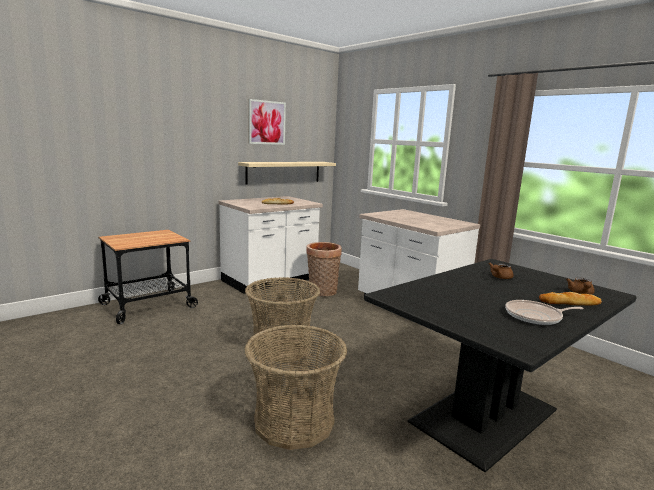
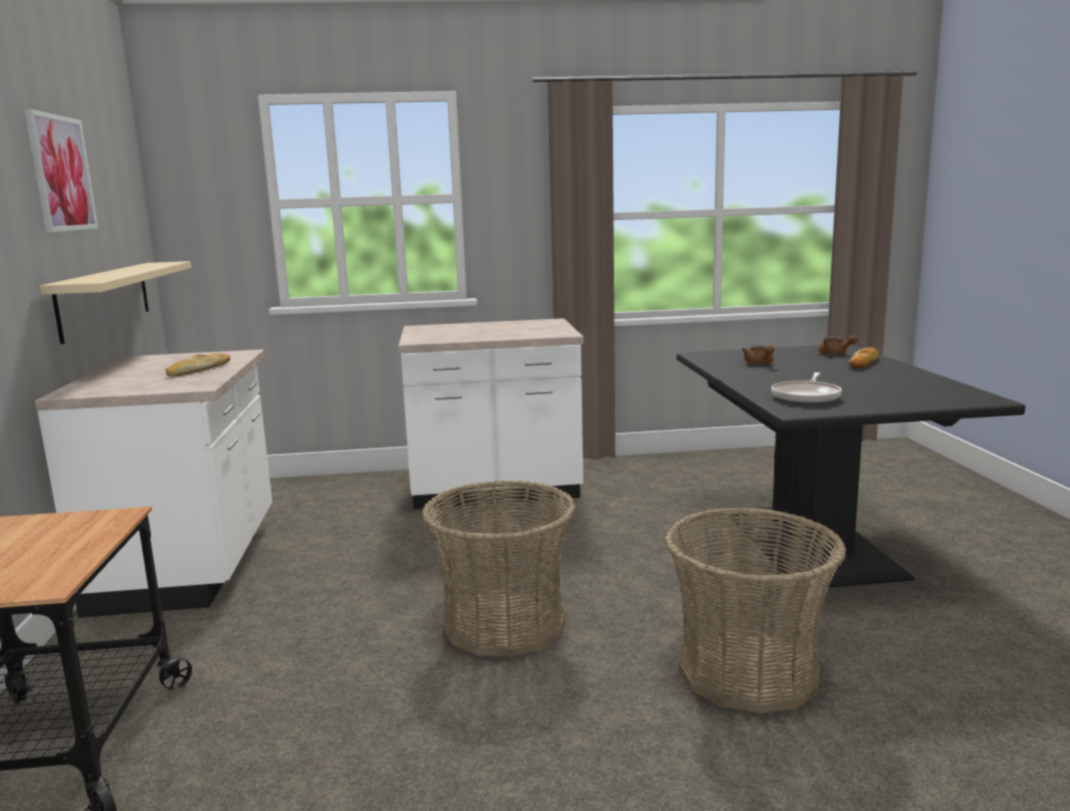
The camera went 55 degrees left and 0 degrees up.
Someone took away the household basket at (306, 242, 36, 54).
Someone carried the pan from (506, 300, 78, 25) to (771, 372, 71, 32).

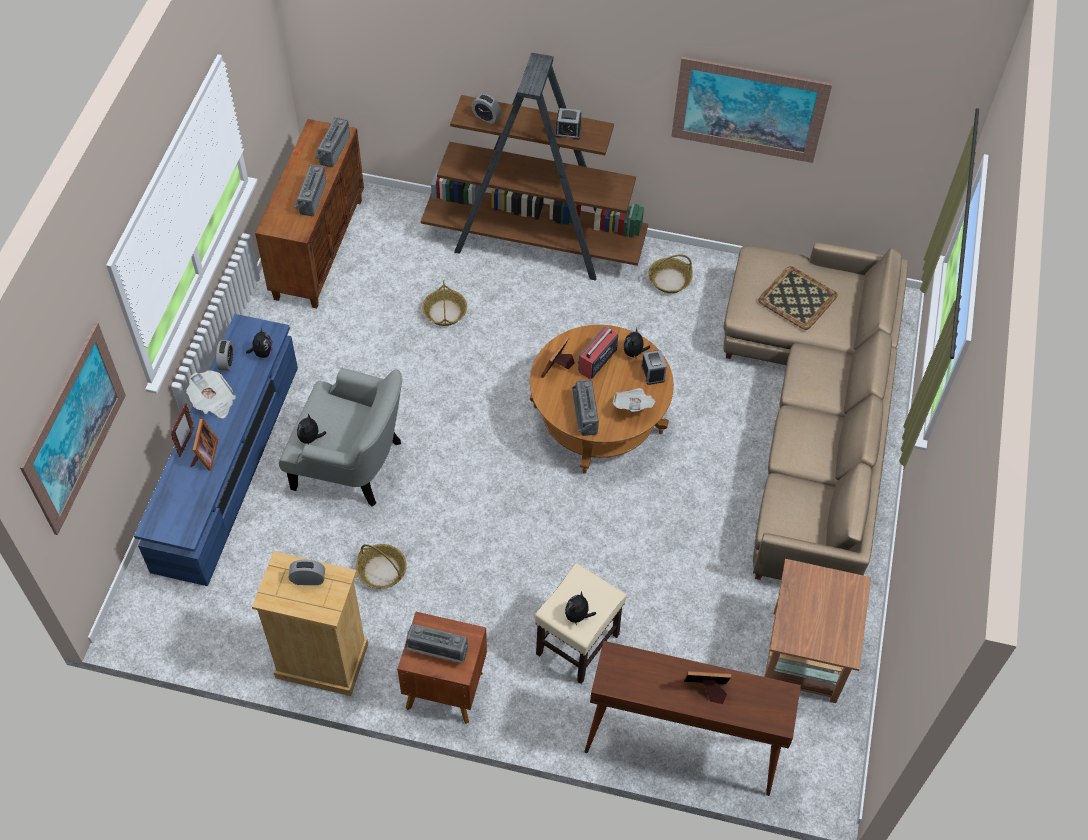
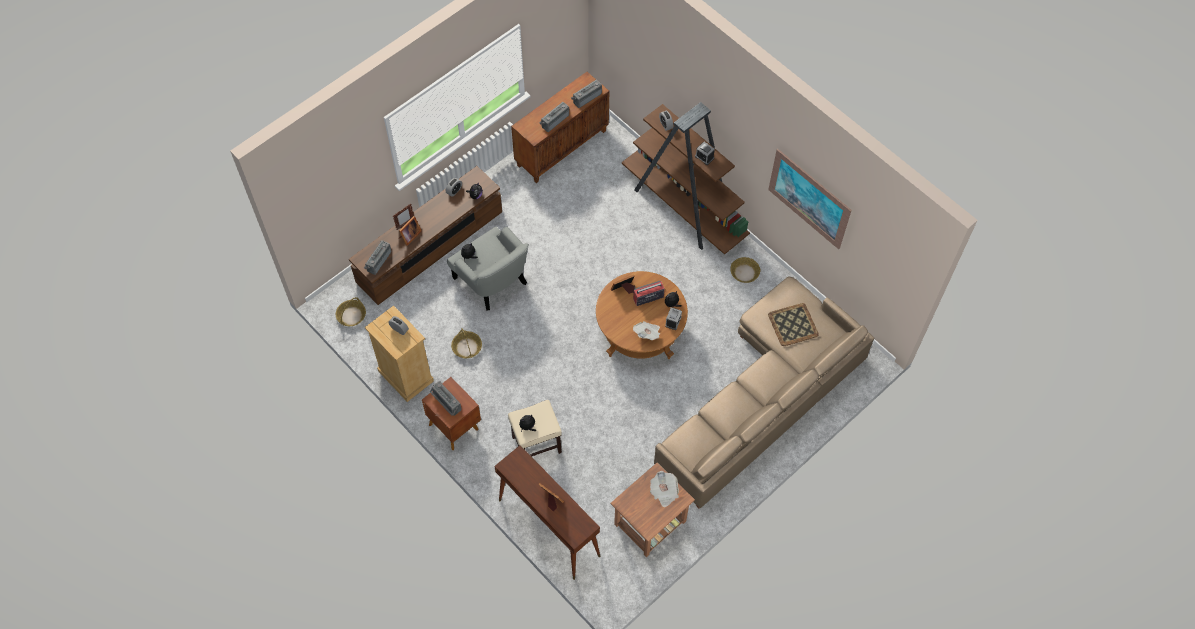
The camera went 35 degrees right and 5 degrees up.
Someone took away the wall picture at (20, 322, 106, 213).
Someone carried the daily paper from (186, 370, 50, 48) to (650, 471, 29, 36).
Someone carried the household basket from (422, 280, 45, 46) to (336, 297, 30, 29).
Someone carried the radio from (571, 380, 28, 56) to (364, 240, 27, 35).
Someone repainted the blue-coloured tv stand at (134, 314, 164, 272), which became the brown tv stand at (349, 166, 153, 139).

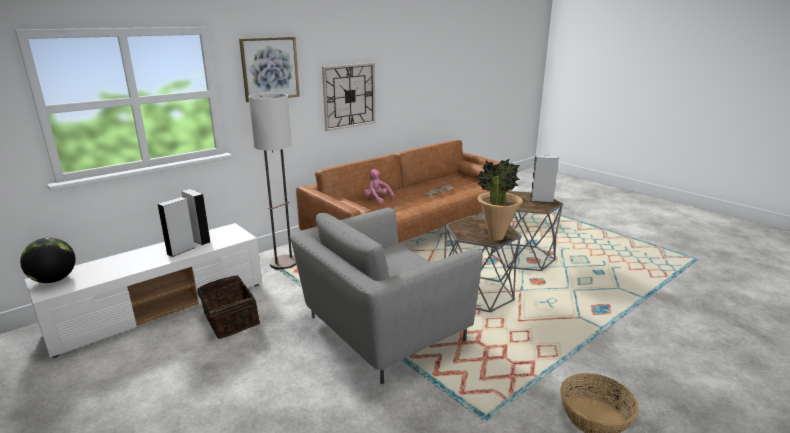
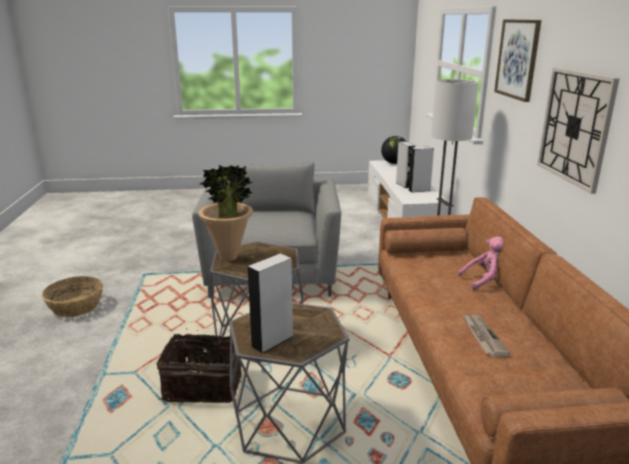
The camera went 125 degrees right and 0 degrees up.
Someone carried the household basket from (196, 275, 64, 64) to (156, 328, 86, 75).

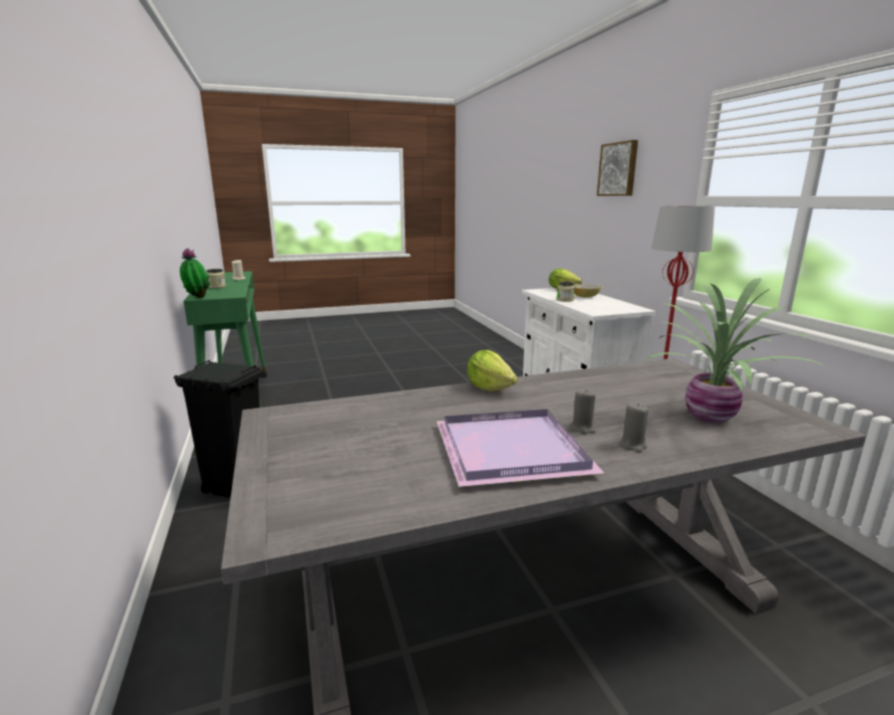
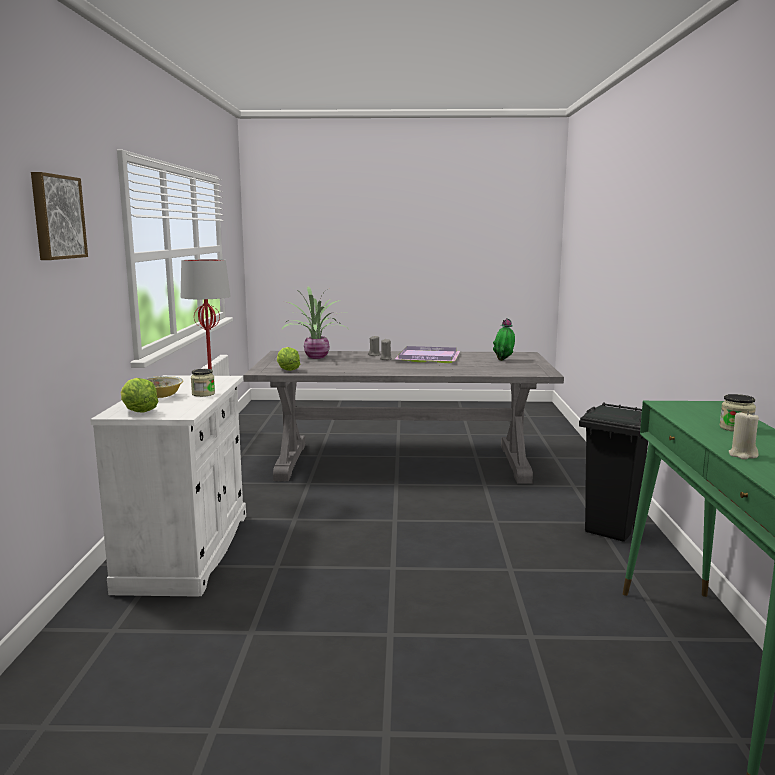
The camera went 160 degrees left and 5 degrees down.
Someone carried the potted plant from (180, 248, 30, 50) to (493, 318, 22, 43).
Someone carried the head of lettuce from (467, 350, 51, 41) to (277, 347, 23, 24).

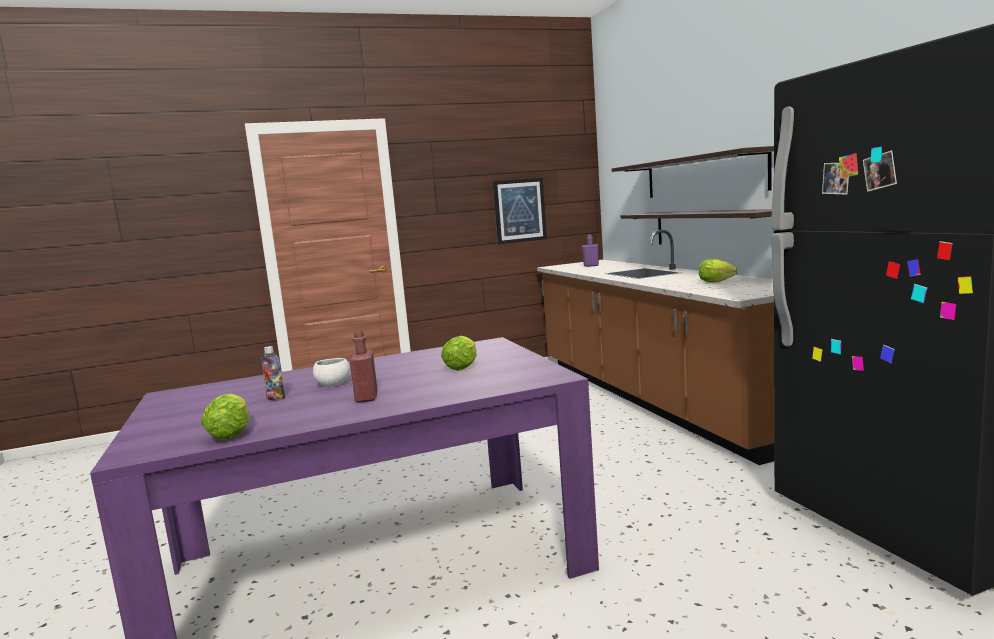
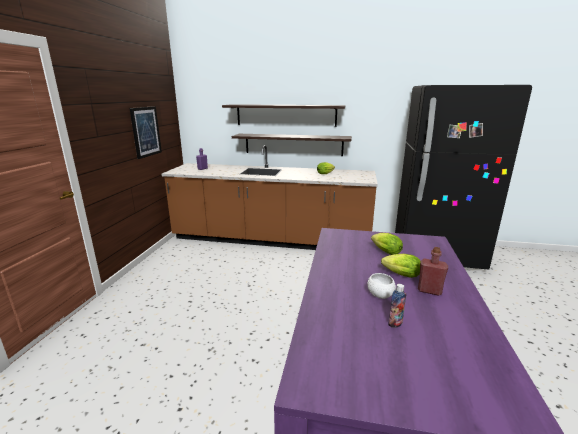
The camera went 60 degrees left and 10 degrees up.
Someone carried the head of lettuce from (201, 394, 49, 46) to (381, 254, 40, 24).

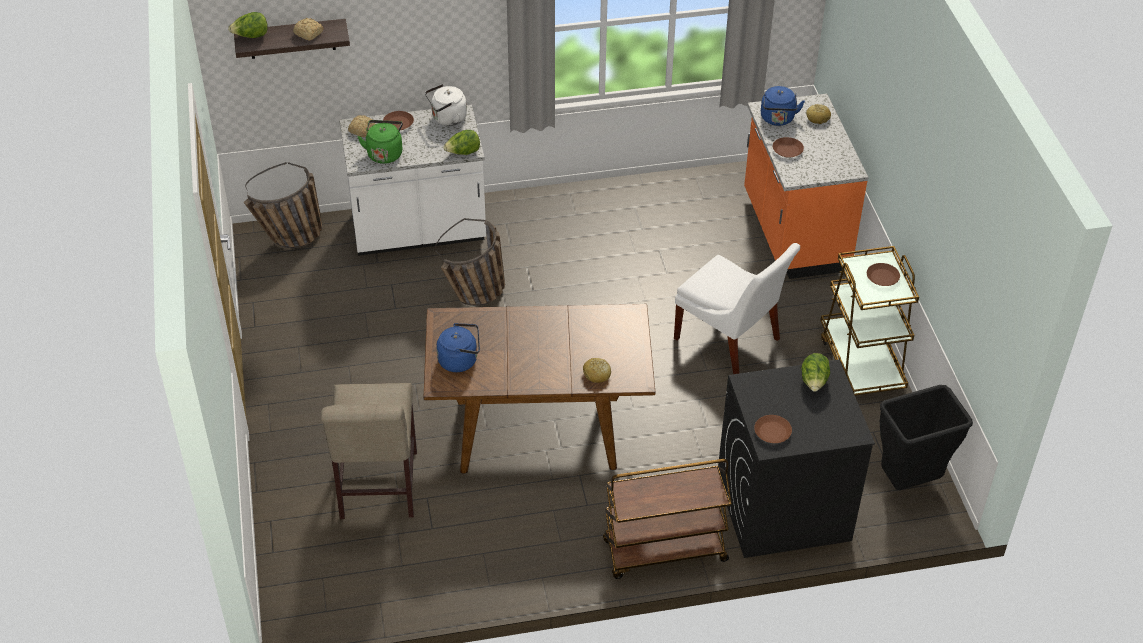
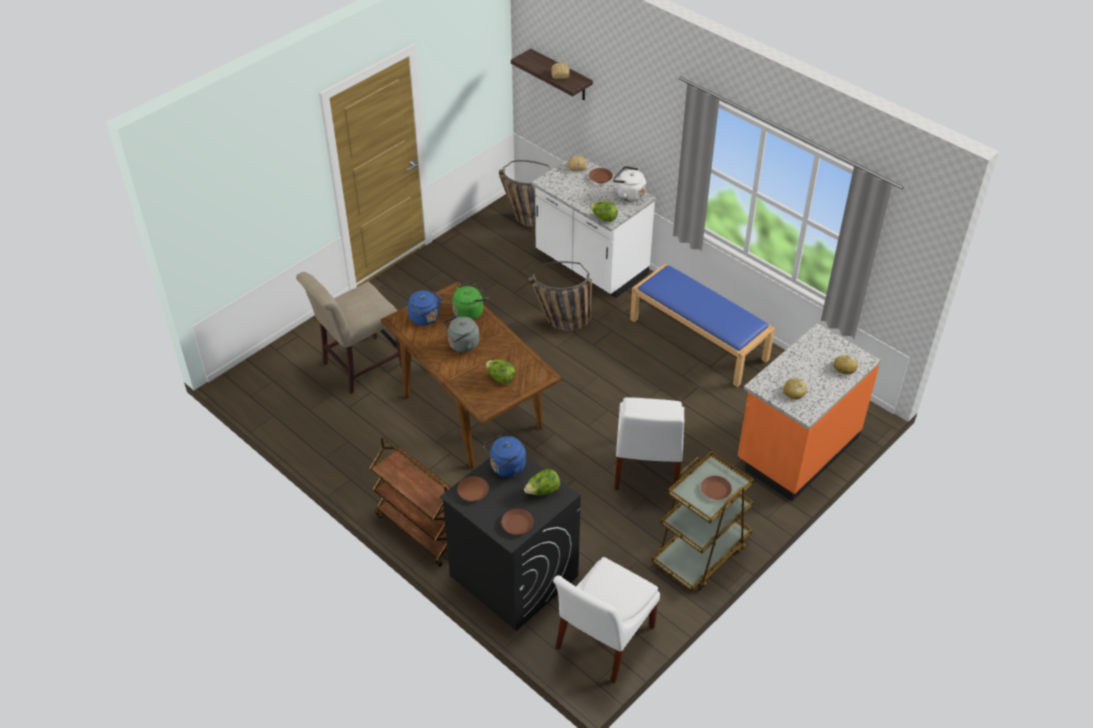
The camera went 55 degrees right and 0 degrees up.
Someone put down the gray water kettle at (442, 315, 37, 37).
Someone put down the blue-coloured indoor bench at (630, 263, 145, 124).
Someone carried the head of lettuce from (228, 12, 40, 26) to (486, 360, 29, 24).
Someone carried the green water kettle from (358, 120, 45, 44) to (452, 282, 36, 38).
Someone carried the bakery bread from (583, 358, 28, 25) to (783, 378, 24, 22).
Someone carried the blue-coloured water kettle from (761, 86, 44, 40) to (483, 435, 43, 42).
Someone carried the brown flat dish from (773, 137, 31, 21) to (501, 509, 33, 26).
Someone swapped the black trash can at (880, 385, 93, 105) for the white-coloured upright chair at (553, 557, 107, 126).

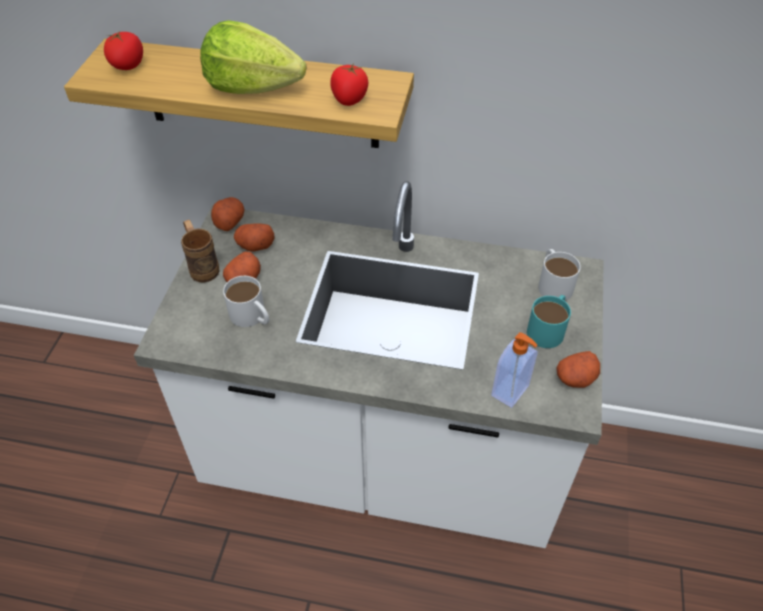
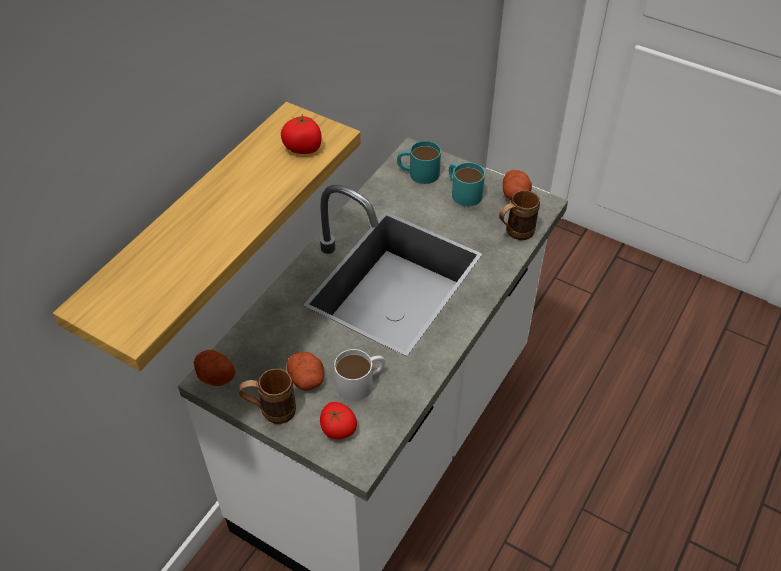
The camera went 70 degrees left and 0 degrees up.
Someone took away the head of lettuce at (200, 20, 106, 74).
Someone took away the whole potato at (234, 223, 40, 29).
Someone carried the tomato from (104, 31, 39, 39) to (320, 402, 37, 37).
Someone swapped the liquid soap bottle at (491, 332, 47, 76) for the brown mug at (499, 190, 41, 50).
Someone repainted the white-coloured mug at (538, 249, 43, 52), which became the turquoise-coloured mug at (397, 141, 44, 43).

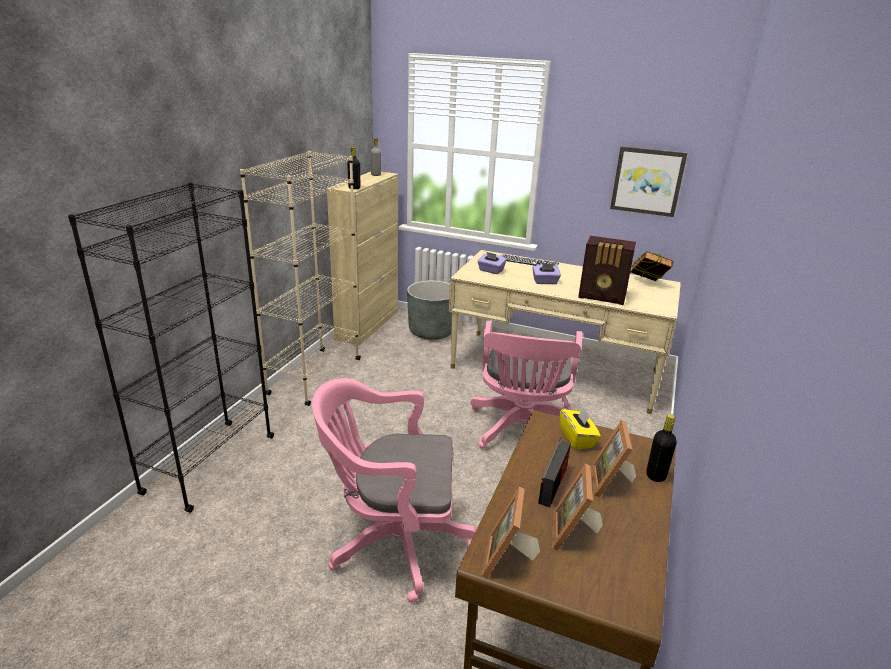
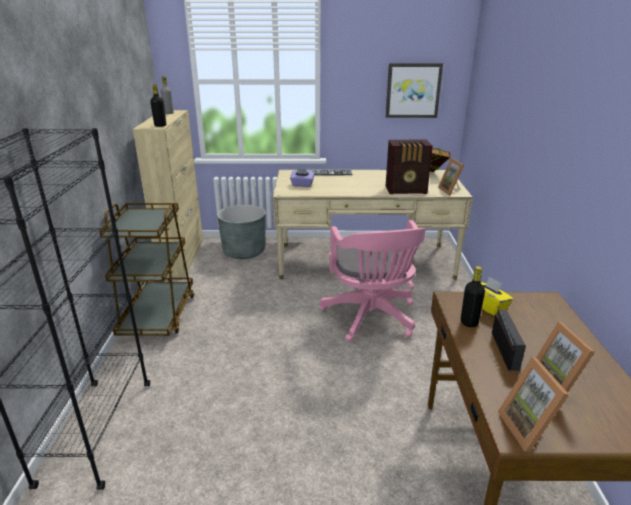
The camera went 20 degrees left and 0 degrees up.
Someone took away the pinkish computer chair at (312, 378, 164, 225).
Someone took away the purplish tissue box at (532, 264, 29, 20).
Someone carried the picture frame from (591, 420, 45, 77) to (438, 158, 26, 37).
Someone carried the black beverage bottle from (646, 414, 31, 68) to (461, 266, 24, 61).
Someone swapped the sand-coloured shelving unit at (240, 151, 121, 255) for the brown wheeled cart at (99, 203, 95, 133).

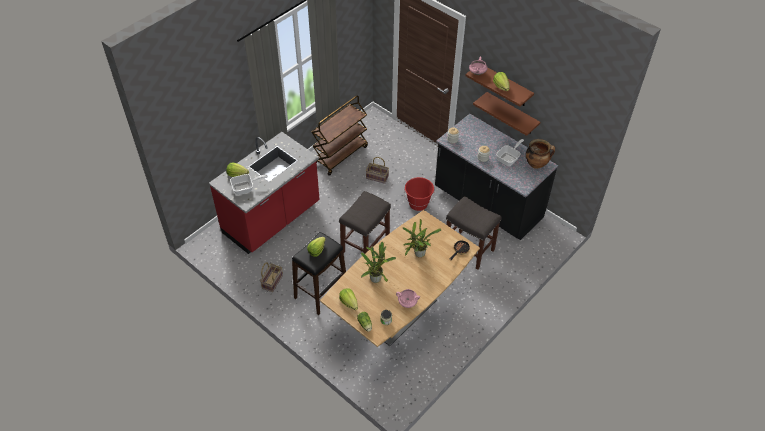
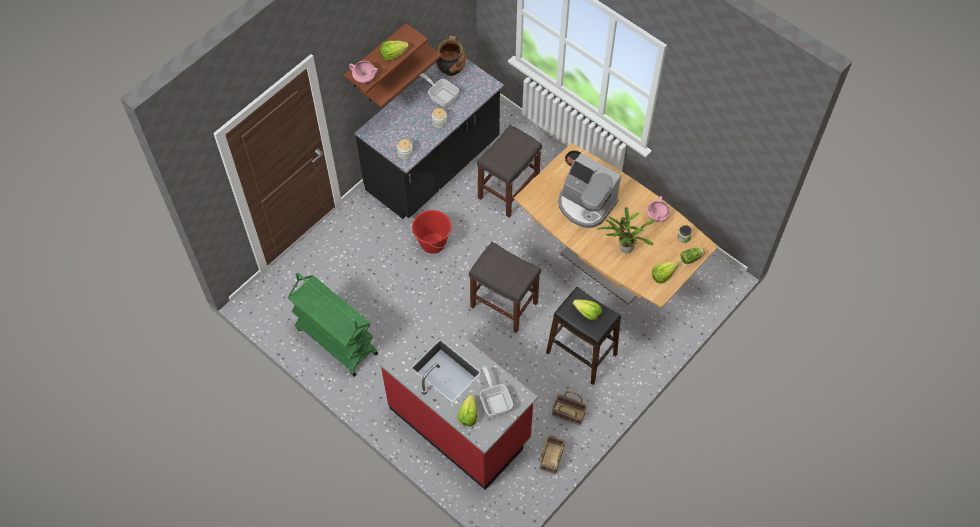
The camera went 90 degrees left and 10 degrees up.
Someone carried the household basket from (366, 157, 23, 27) to (540, 435, 26, 39).
Someone swapped the potted plant at (403, 219, 38, 38) for the coffee machine at (558, 153, 63, 75).
Someone repainted the brown wheeled cart at (312, 95, 56, 81), which became the green wheeled cart at (287, 273, 91, 104).

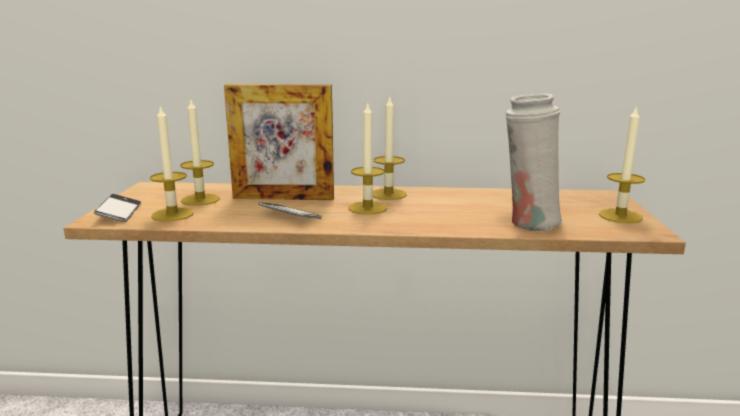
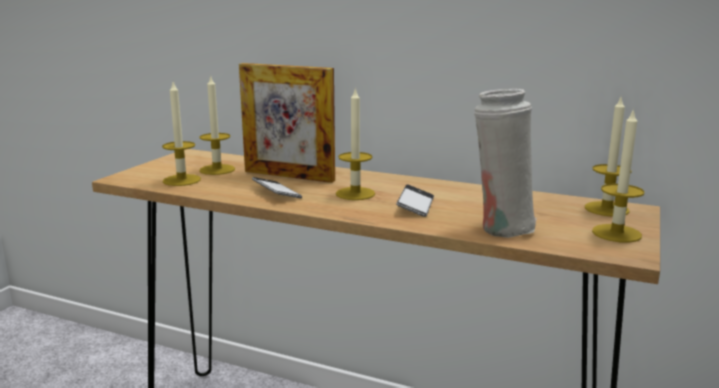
The camera went 20 degrees right and 0 degrees up.
Someone carried the handset from (94, 194, 47, 28) to (396, 184, 38, 33).
Someone carried the wax candle from (373, 97, 34, 103) to (585, 95, 47, 122).

